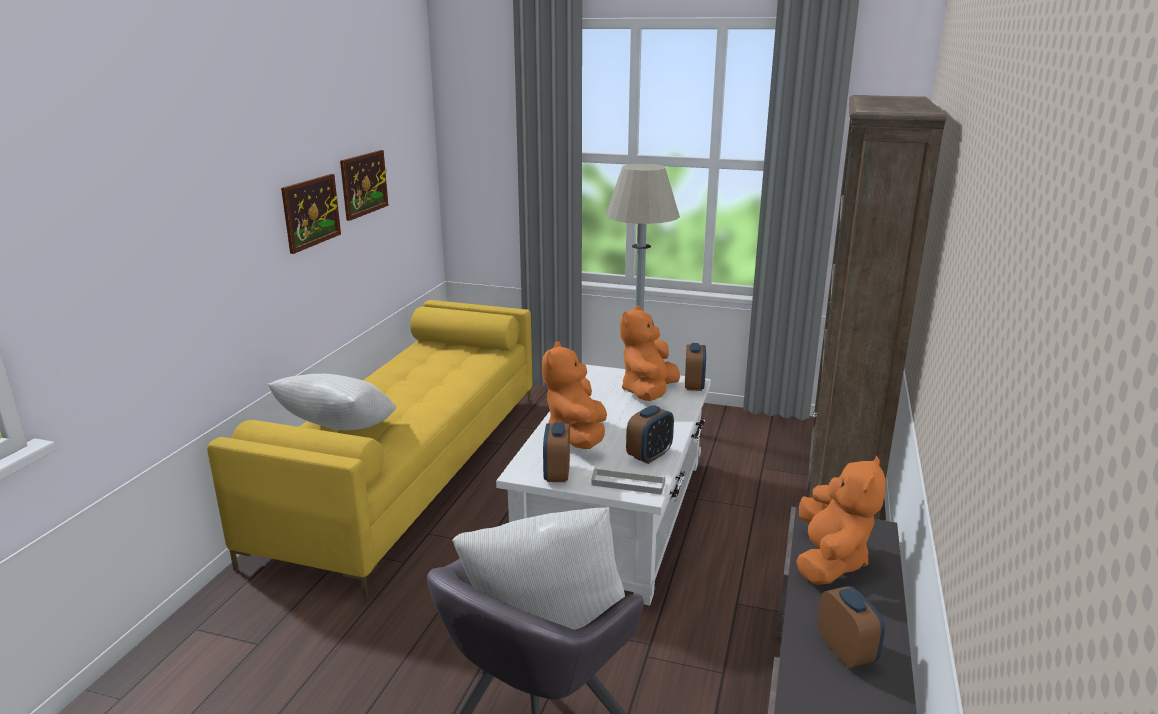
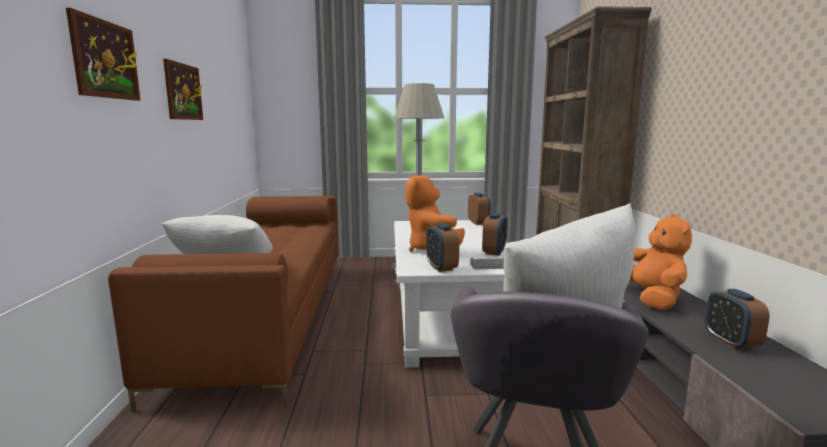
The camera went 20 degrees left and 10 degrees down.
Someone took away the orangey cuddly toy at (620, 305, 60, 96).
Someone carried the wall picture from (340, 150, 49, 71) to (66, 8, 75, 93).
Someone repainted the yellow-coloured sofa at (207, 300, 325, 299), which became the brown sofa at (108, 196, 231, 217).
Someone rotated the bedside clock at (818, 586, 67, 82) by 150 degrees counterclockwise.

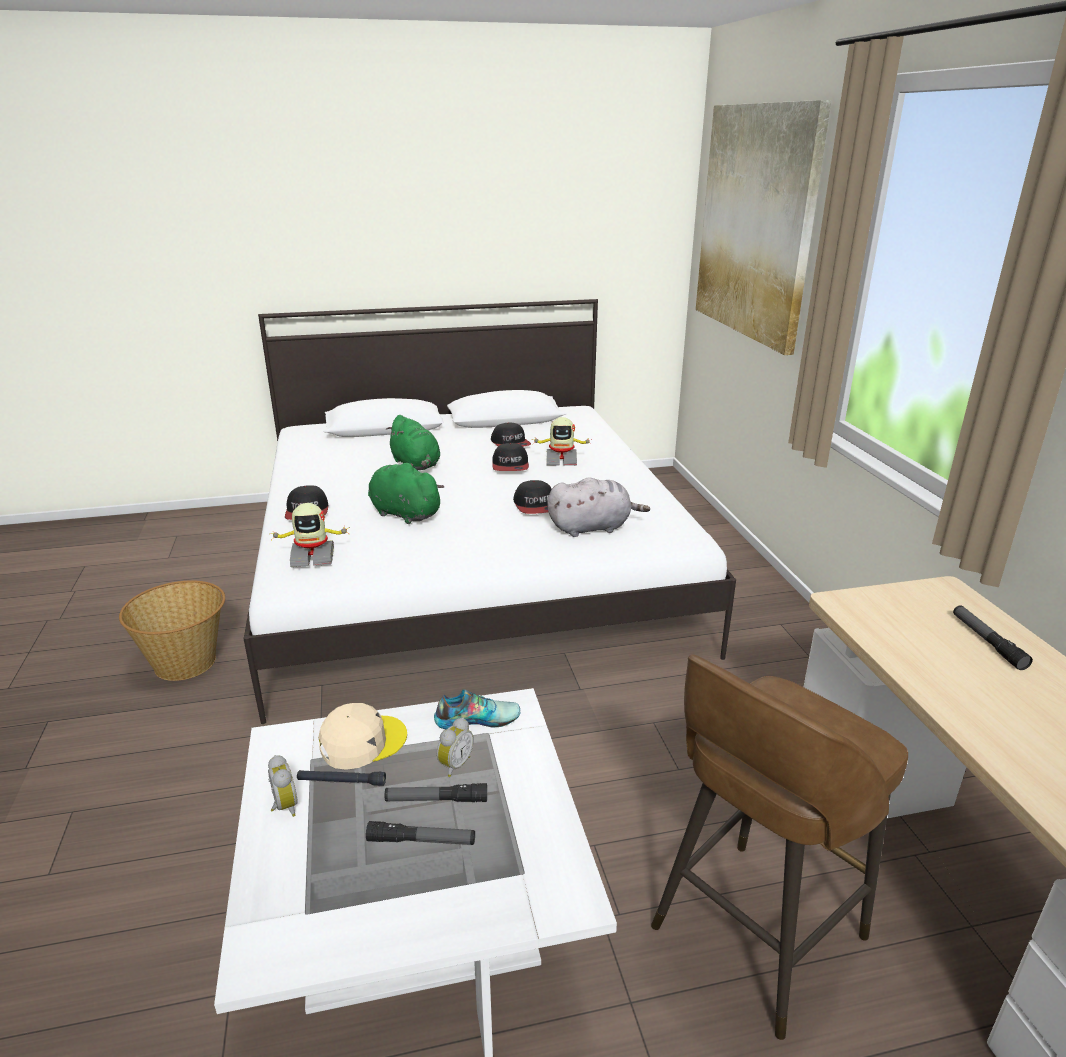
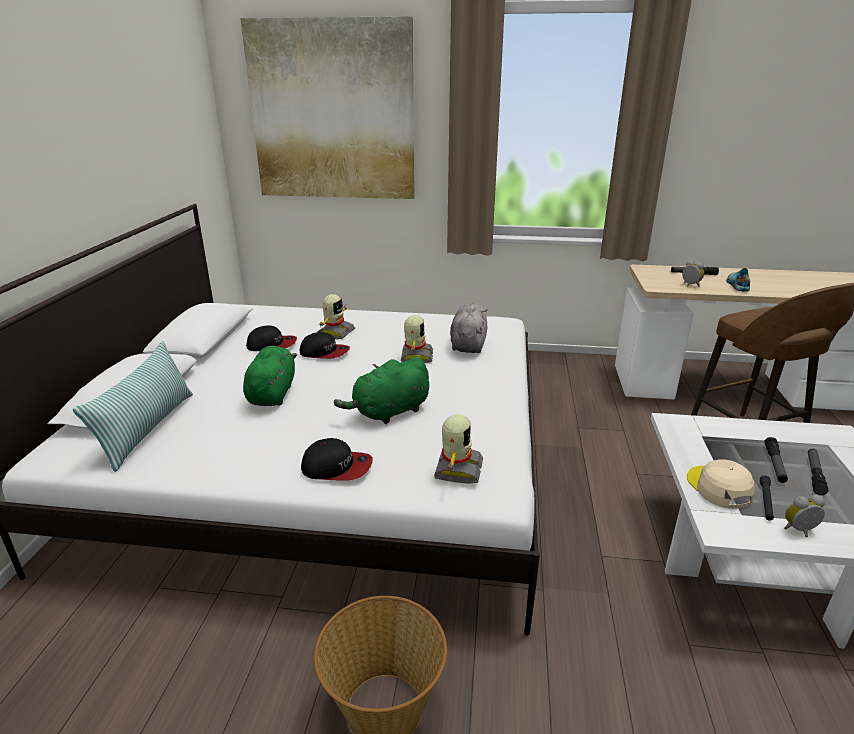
The camera went 70 degrees left and 0 degrees up.
Someone put down the pillow at (73, 341, 120, 131).
Someone carried the item of footwear from (434, 689, 86, 41) to (726, 268, 24, 24).
Someone carried the bedside clock from (437, 718, 37, 59) to (682, 260, 22, 27).
Someone swapped the peaked cap at (513, 480, 39, 34) for the toy robot at (401, 315, 32, 48).
Someone rotated the green cuddly toy at (386, 415, 54, 55) by 75 degrees counterclockwise.

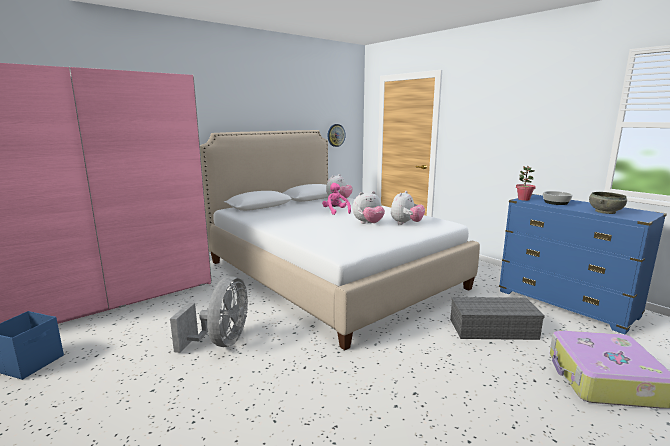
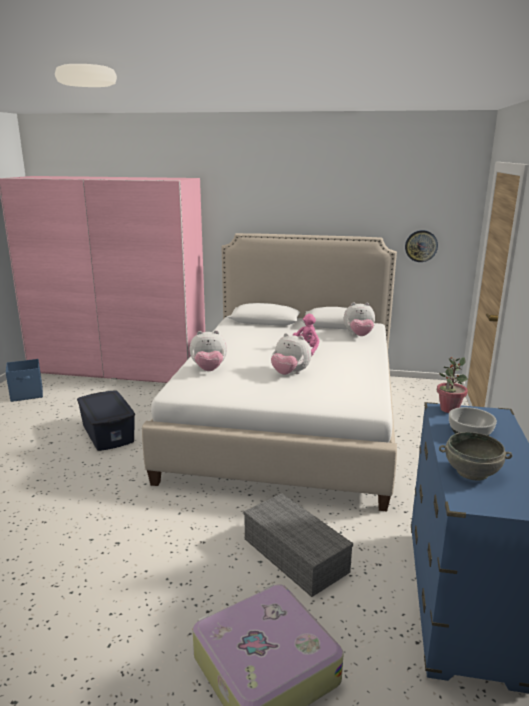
The camera went 50 degrees right and 5 degrees up.
Someone carried the cuddly toy from (391, 191, 34, 34) to (190, 330, 37, 41).
Someone swapped the gray electric fan at (170, 276, 78, 77) for the blue-coloured storage box at (77, 390, 58, 61).

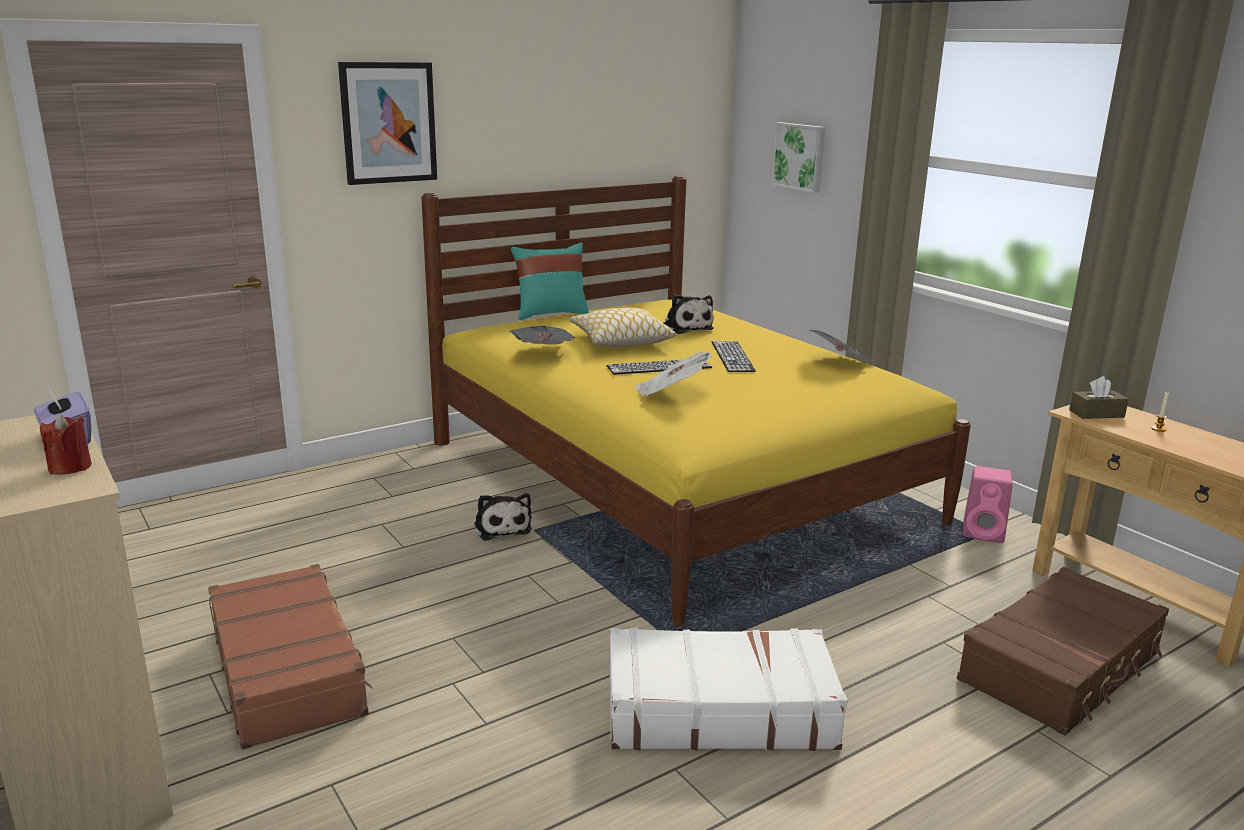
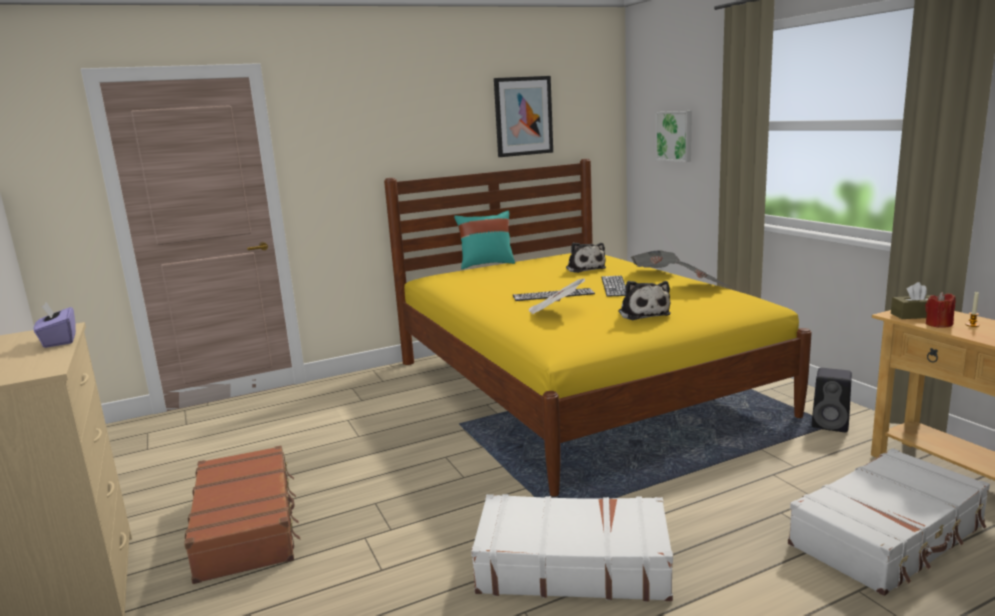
The camera went 10 degrees right and 5 degrees down.
Someone took away the pillow at (569, 308, 108, 39).
Someone carried the red wax candle from (40, 413, 52, 62) to (925, 292, 30, 36).
Someone carried the wall picture from (338, 62, 99, 123) to (494, 76, 59, 81).
Someone carried the cuddly toy from (474, 493, 58, 48) to (618, 281, 53, 39).
Someone carried the daily paper from (509, 326, 66, 19) to (631, 250, 49, 18).
Someone repainted the brown suitcase at (957, 567, 212, 168), which became the white-coloured suitcase at (788, 448, 202, 148).
Someone repainted the pinkish audio speaker at (963, 466, 50, 77), which became the black audio speaker at (812, 368, 40, 64).

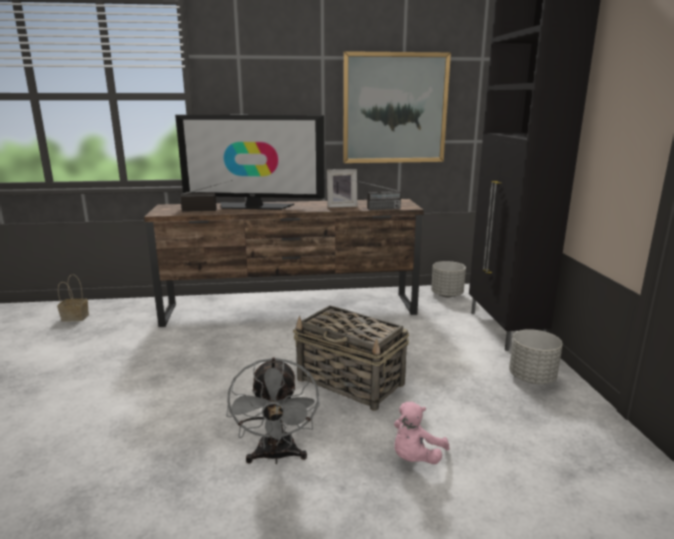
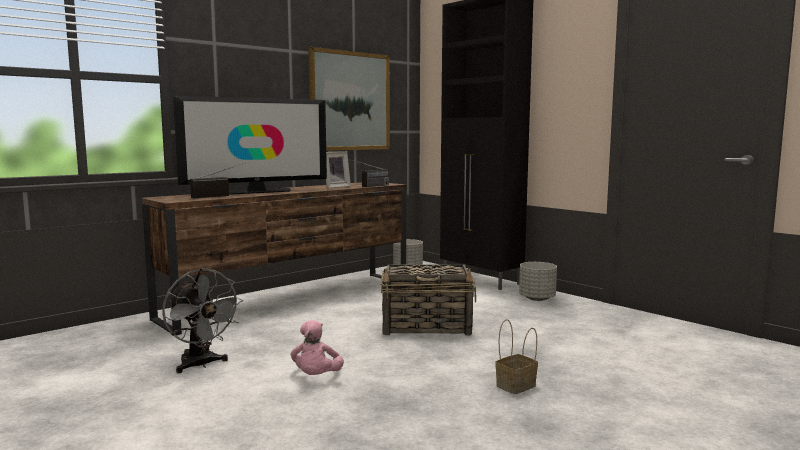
The camera went 35 degrees left and 10 degrees down.
Someone carried the household basket from (57, 274, 32, 47) to (495, 319, 43, 75).
Someone carried the gray electric fan from (226, 357, 94, 107) to (162, 268, 81, 105).
Someone carried the pinkish cuddly toy from (394, 402, 55, 62) to (291, 320, 53, 55).

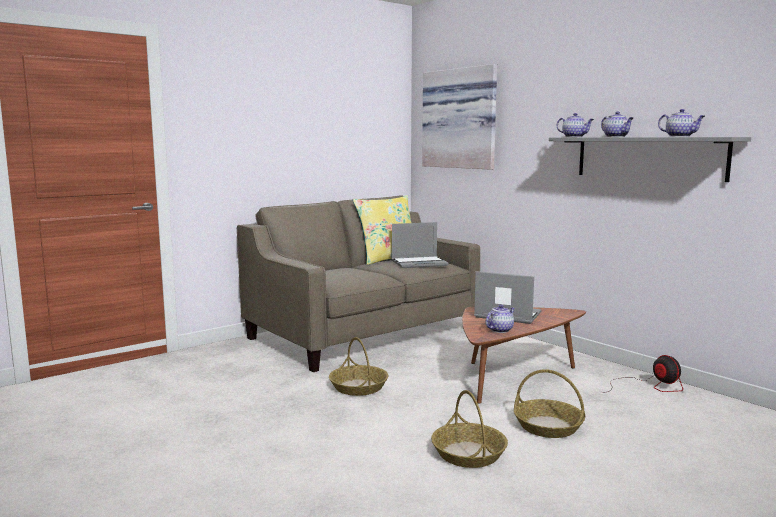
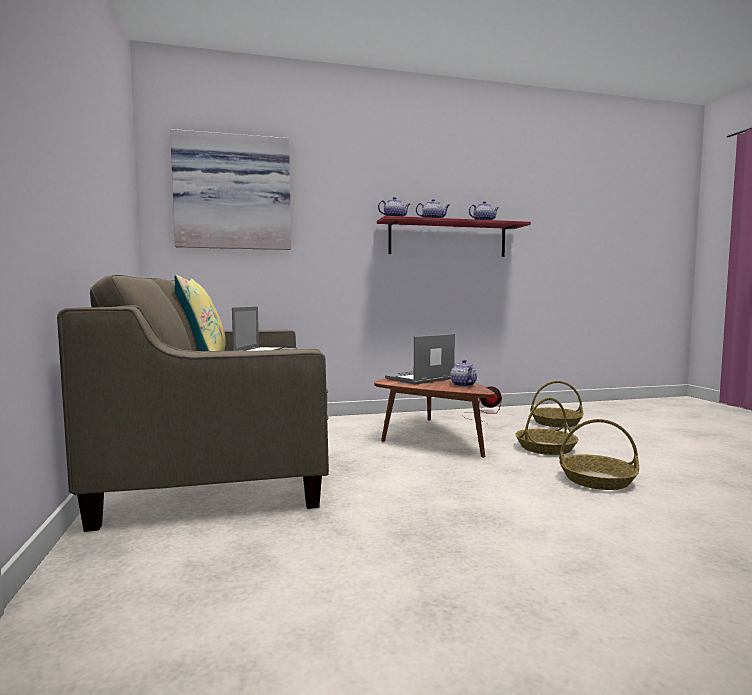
The camera went 65 degrees left and 5 degrees down.
Someone carried the household basket from (329, 337, 59, 59) to (530, 381, 53, 46).
Someone repainted the gray wall shelf at (549, 137, 202, 45), which became the red wall shelf at (377, 216, 154, 41).

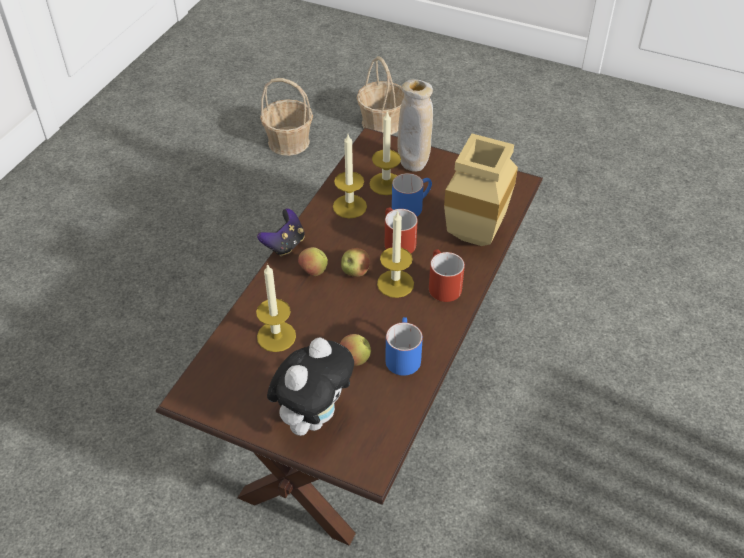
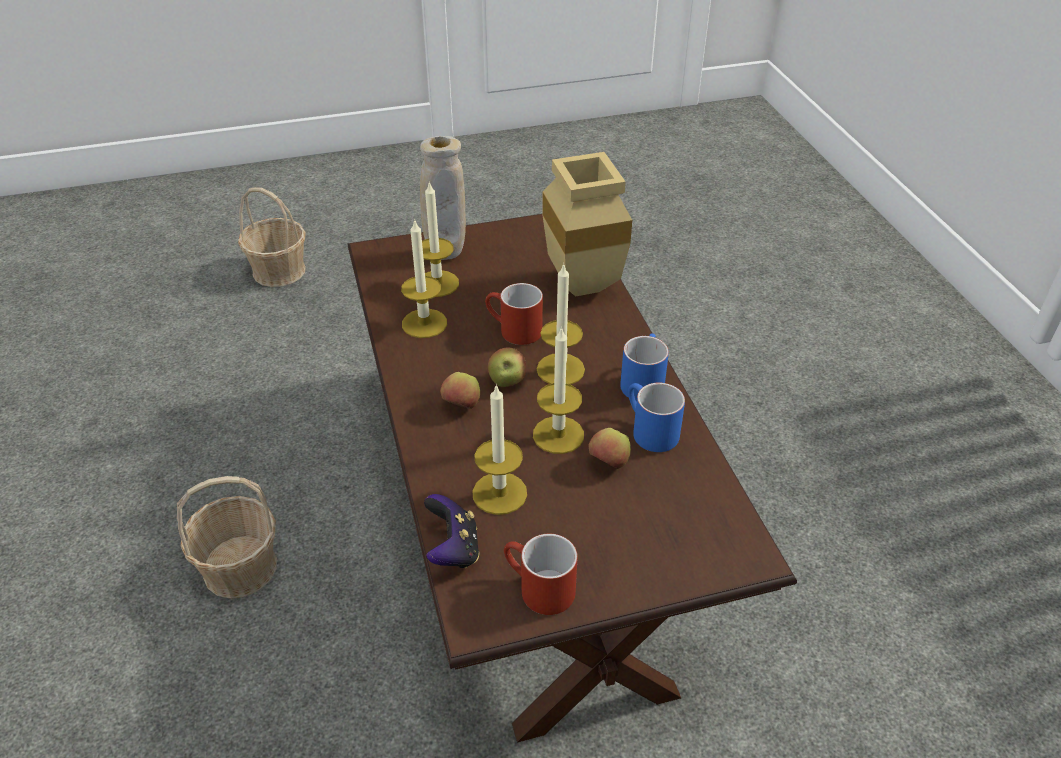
The camera went 40 degrees left and 5 degrees down.
Someone took away the cuddly toy at (267, 337, 87, 99).
Someone put down the wax candle at (533, 326, 51, 128).
Someone carried the gamepad from (257, 209, 48, 48) to (424, 494, 56, 74).
Someone carried the household basket from (260, 78, 53, 78) to (177, 476, 100, 123).
Someone carried the blue-coloured mug from (392, 173, 40, 44) to (620, 334, 49, 67).
Someone carried the red mug from (429, 249, 36, 53) to (504, 534, 74, 81).

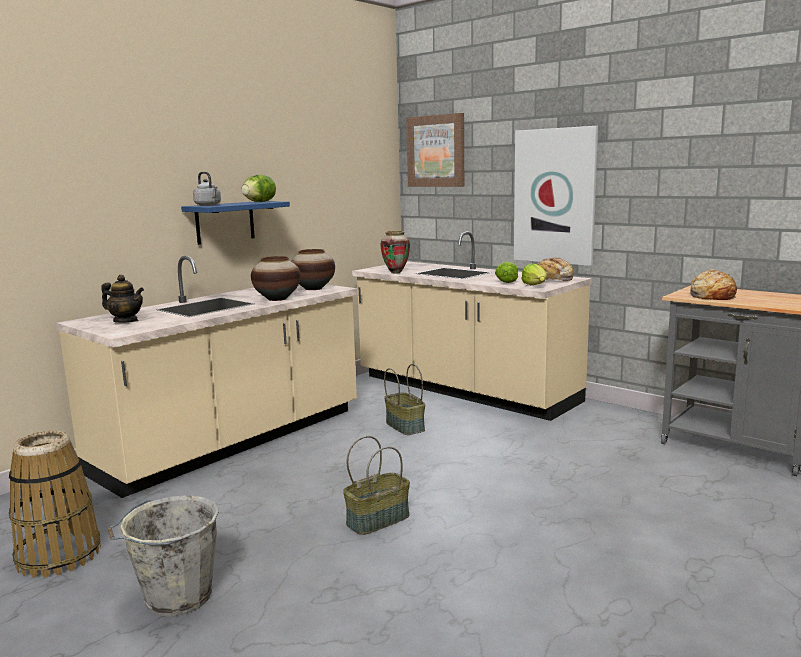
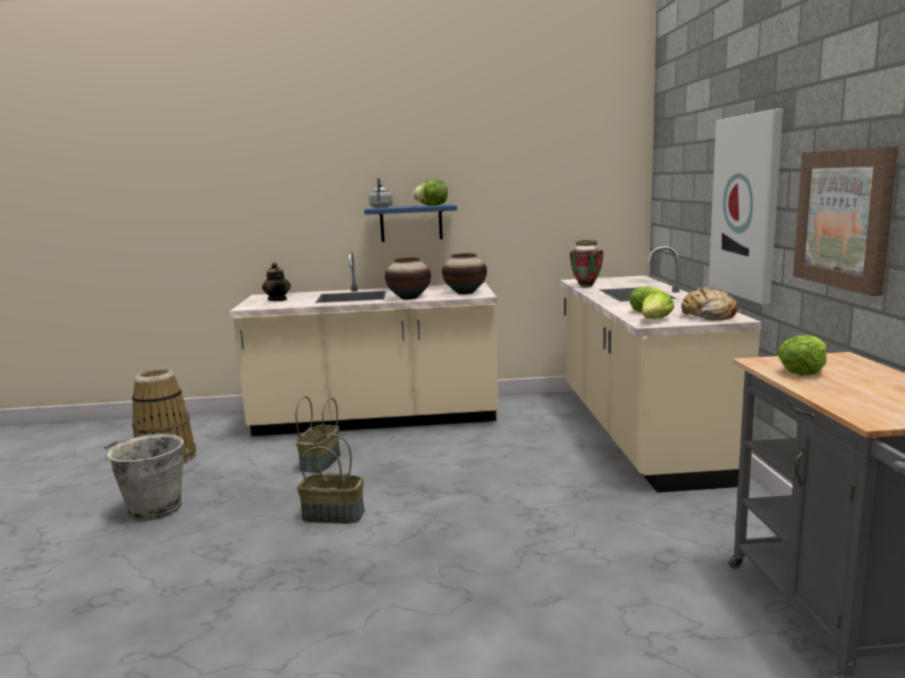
The camera went 45 degrees right and 0 degrees up.
Someone carried the household basket from (384, 364, 41, 71) to (296, 396, 44, 77).
Someone carried the wall picture from (406, 113, 58, 74) to (793, 146, 105, 150).
Someone swapped the bakery bread at (690, 269, 47, 31) for the head of lettuce at (777, 335, 50, 40).

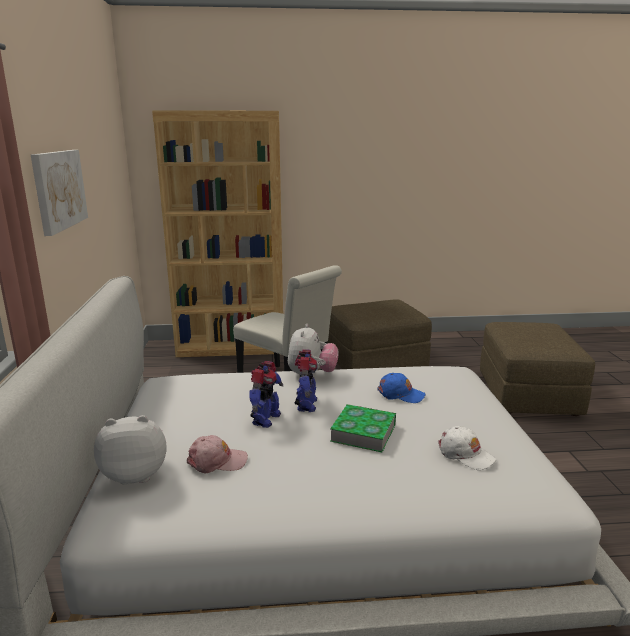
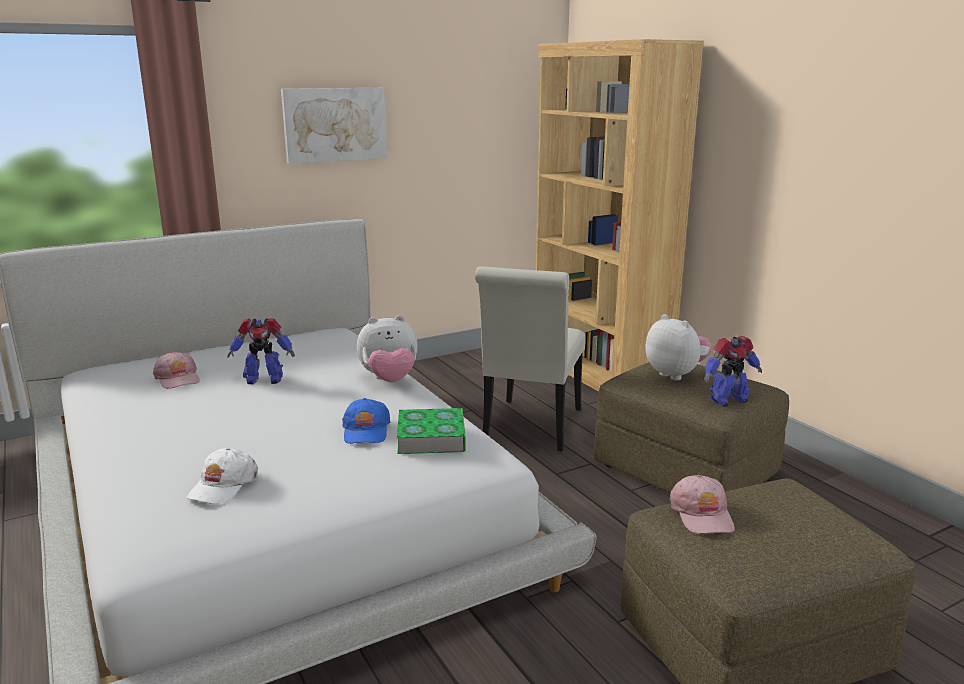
The camera went 65 degrees right and 0 degrees up.
Someone put down the pinkish peaked cap at (669, 475, 66, 59).
Someone carried the cuddly toy from (94, 415, 72, 70) to (645, 314, 67, 67).
Someone carried the toy robot from (295, 349, 23, 63) to (704, 336, 58, 71).
Someone carried the book from (330, 404, 66, 48) to (397, 408, 69, 46).

